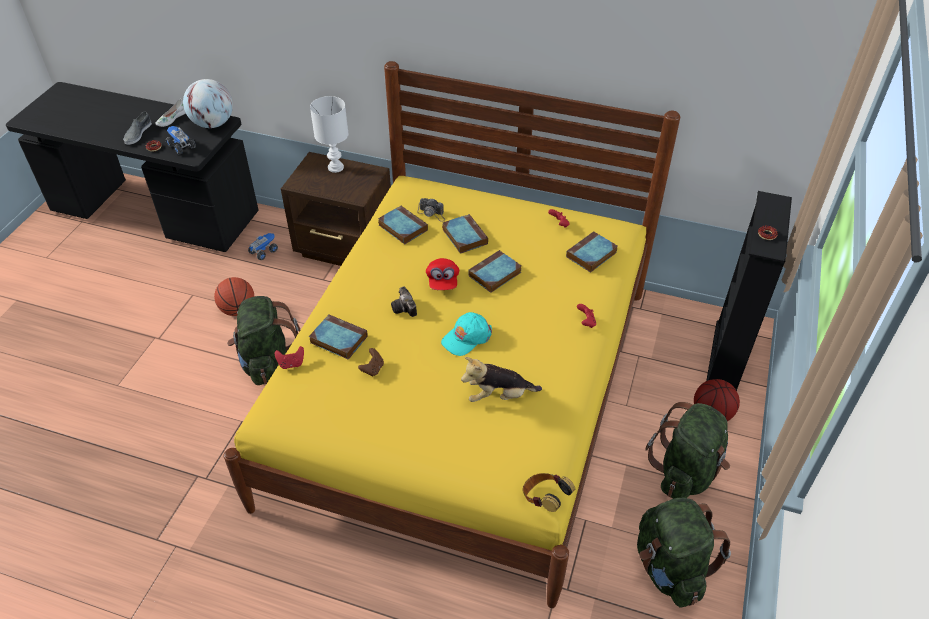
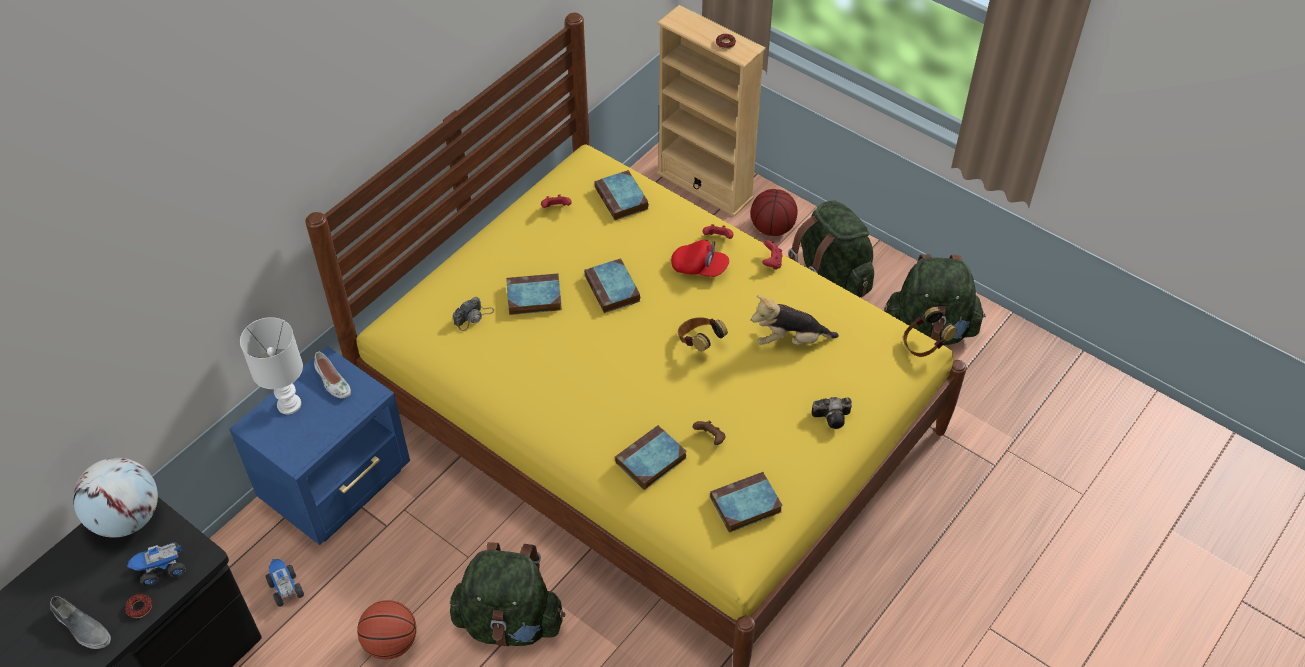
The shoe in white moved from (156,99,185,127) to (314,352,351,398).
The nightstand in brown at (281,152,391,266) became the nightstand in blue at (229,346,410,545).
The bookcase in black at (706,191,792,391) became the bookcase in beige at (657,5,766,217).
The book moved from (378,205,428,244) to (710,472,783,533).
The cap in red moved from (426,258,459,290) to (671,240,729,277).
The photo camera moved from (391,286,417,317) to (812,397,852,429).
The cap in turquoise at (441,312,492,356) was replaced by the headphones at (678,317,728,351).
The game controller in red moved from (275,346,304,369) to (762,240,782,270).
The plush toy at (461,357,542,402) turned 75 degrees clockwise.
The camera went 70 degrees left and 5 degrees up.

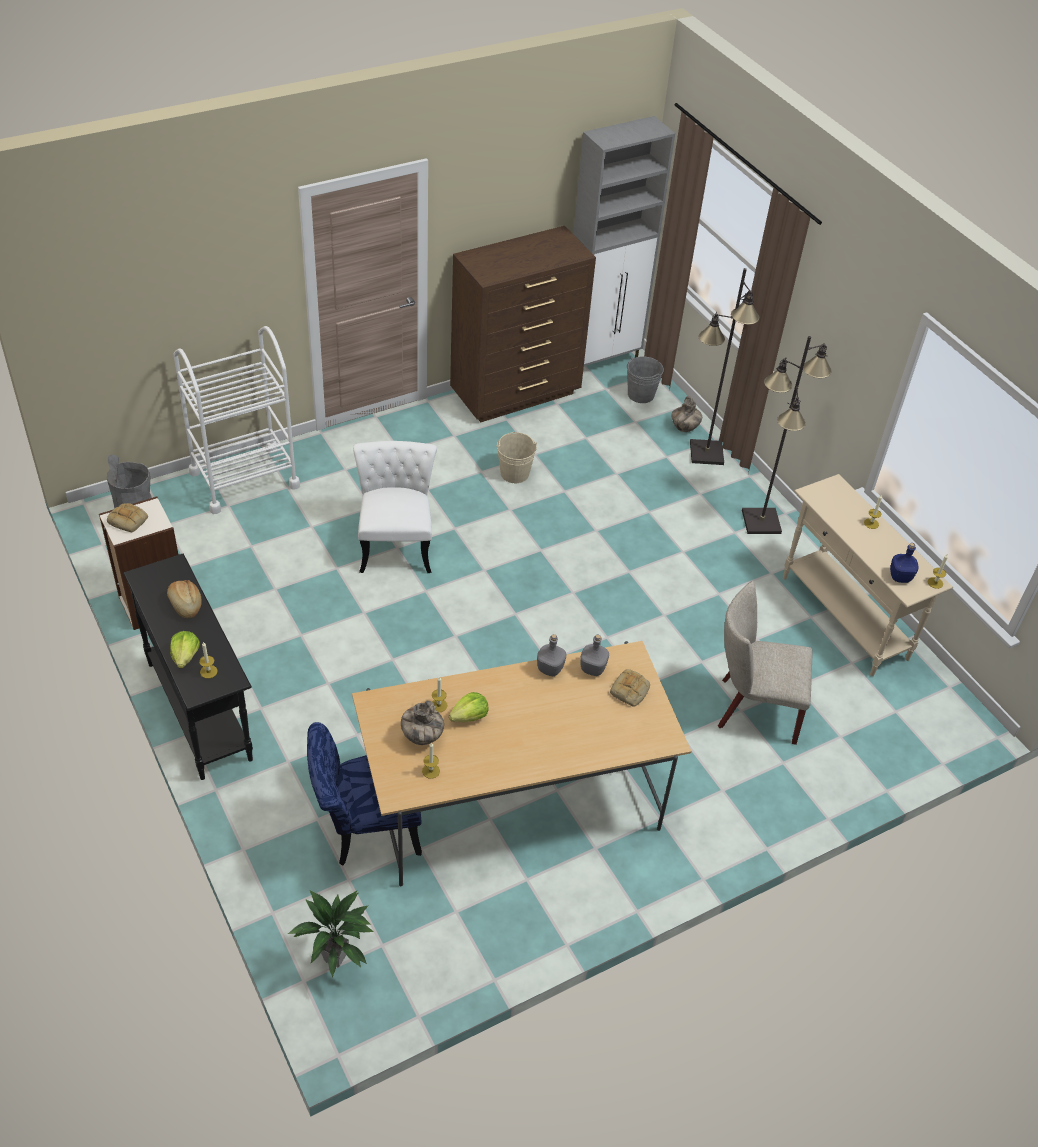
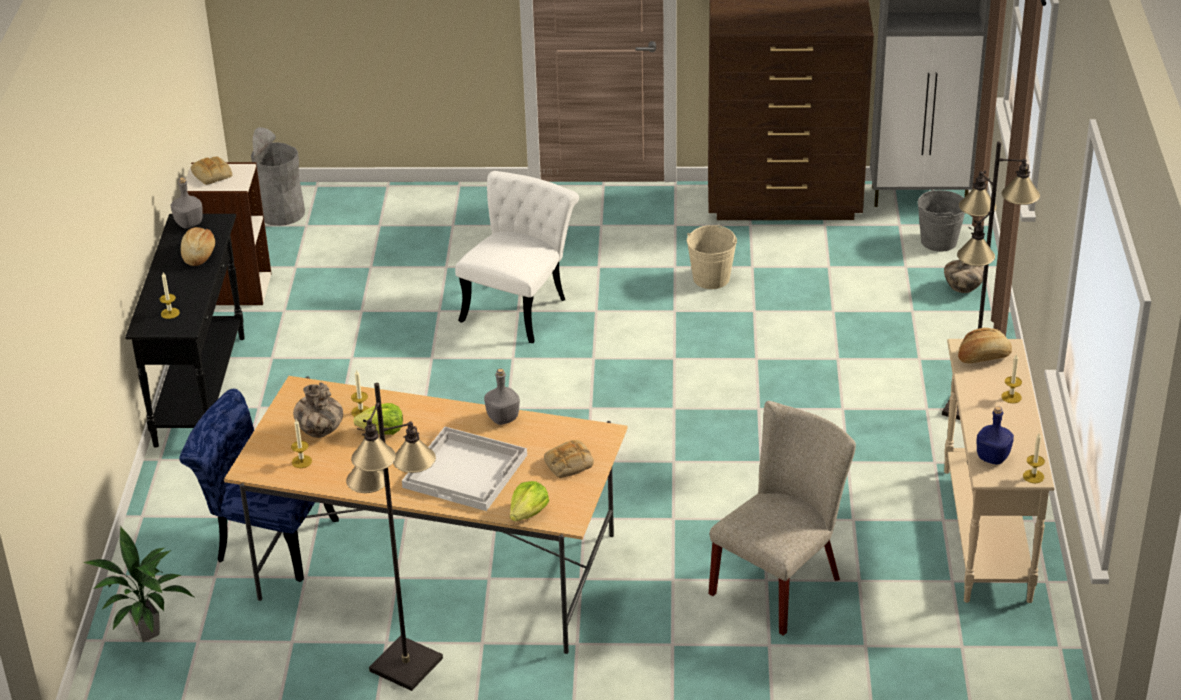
The floor lamp in black moved from (690,268,759,465) to (346,383,443,691).
The cart in white at (173,326,300,514) disappeared.
The chair in beige at (718,581,813,745) turned 90 degrees clockwise.
The lettuce moved from (170,631,200,668) to (510,481,549,522).
The bottle in grey moved from (580,634,609,676) to (170,177,203,229).
The bread at (958,328,1012,363) appeared.
The tray in white at (402,427,527,511) appeared.
The camera went 35 degrees right and 10 degrees down.

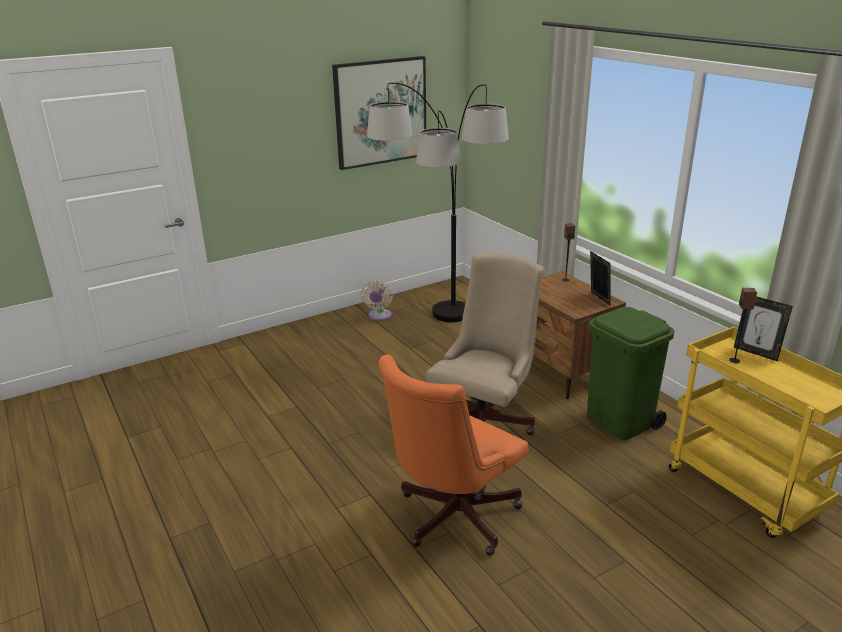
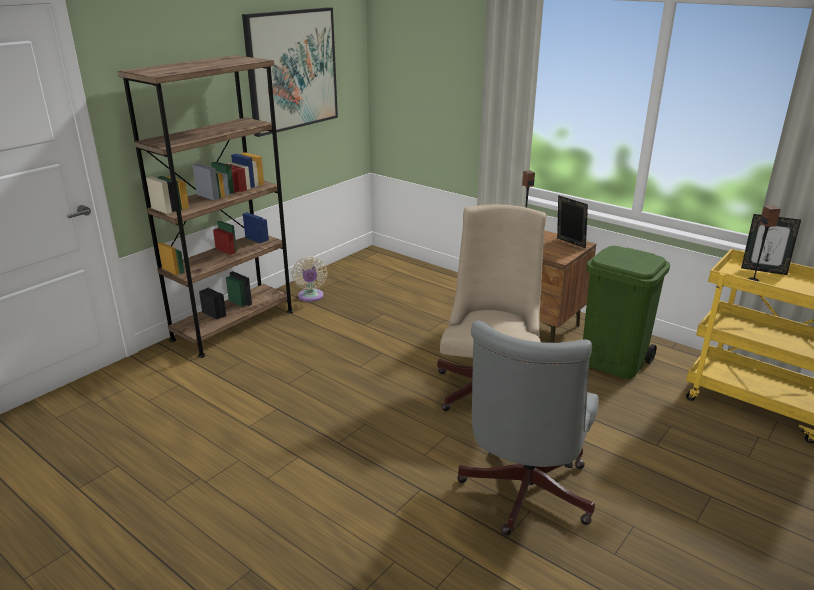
The floor lamp at (367,83,509,322) disappeared.
The office chair in orange at (378,355,528,556) became the office chair in grey at (457,320,599,535).
The bookcase in brown at (118,55,293,358) appeared.
The camera went 20 degrees left and 0 degrees up.

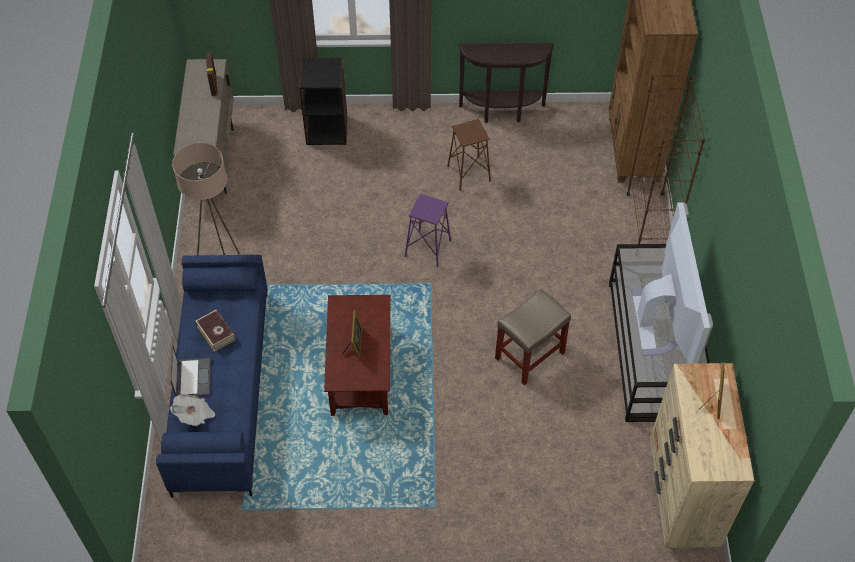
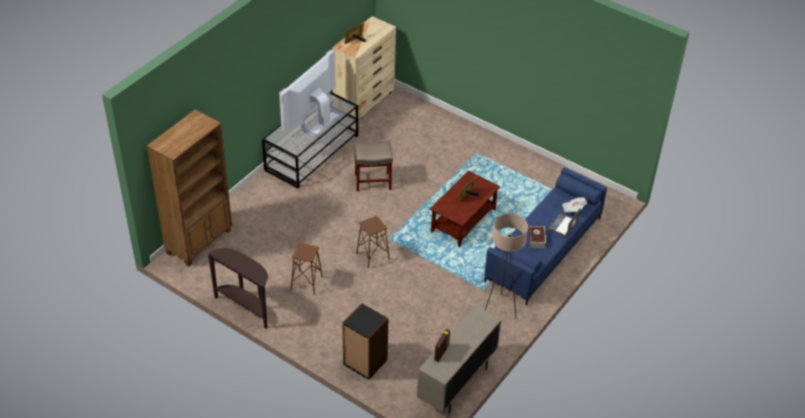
The bookcase in brown at (627,74,705,244) disappeared.
The stool in purple at (405,194,451,267) became the stool in brown at (356,215,390,269).
The camera went 145 degrees left and 10 degrees down.

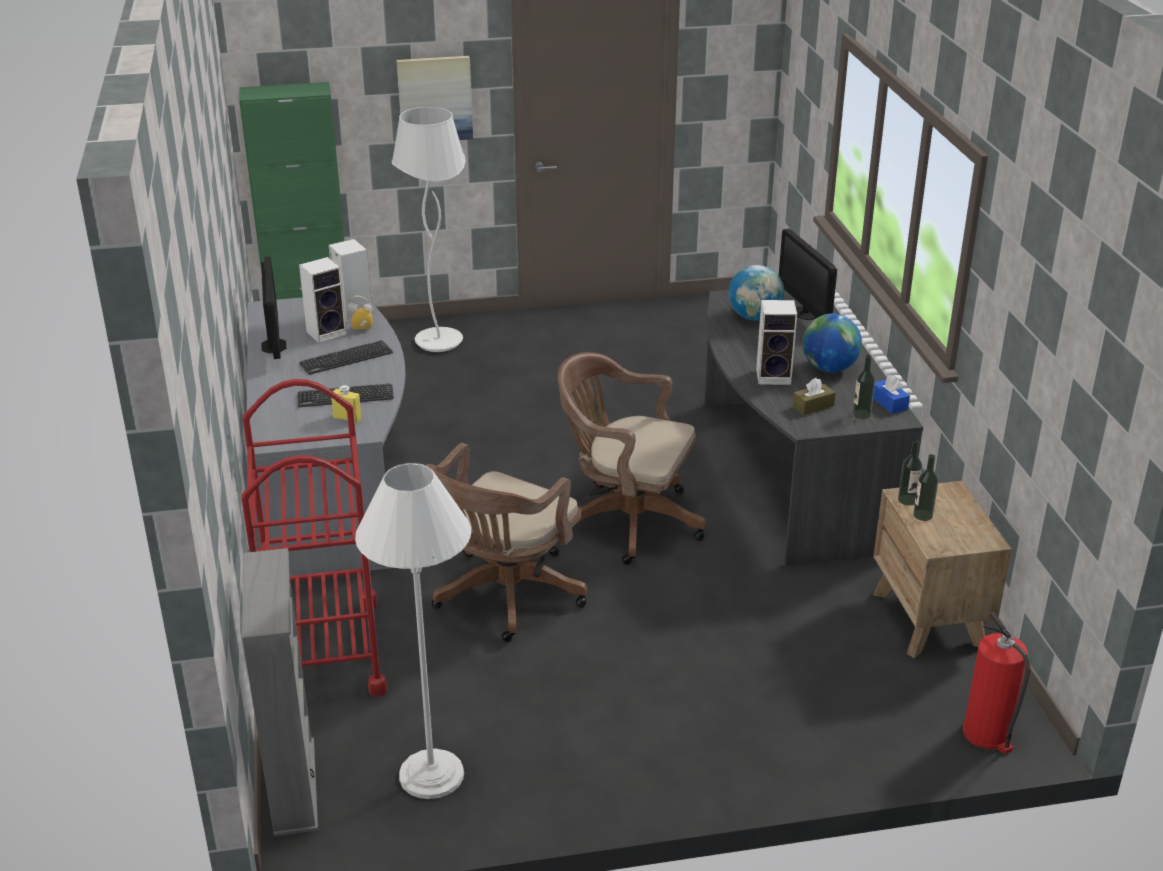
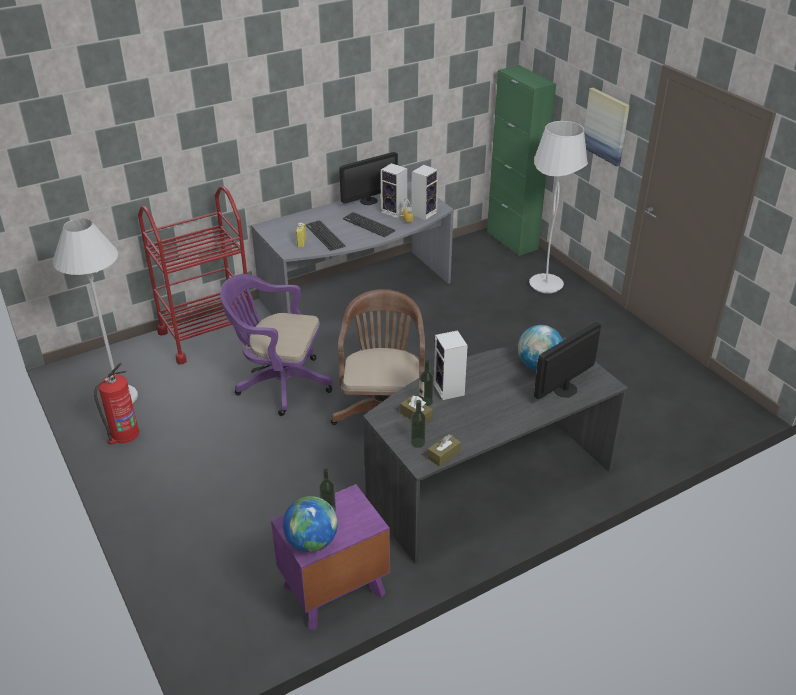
The globe moved from (803,314,862,372) to (283,496,338,552).
The tissue box in blue at (873,375,910,414) became the tissue box in brown at (428,434,461,467).
The bottle moved from (898,440,922,506) to (419,360,434,406).
The office chair in brown at (426,443,587,642) became the office chair in purple at (220,274,333,416).
The nightstand in brown at (873,481,1012,658) became the nightstand in purple at (271,484,390,630).
The bookcase in grey at (242,548,318,836) disappeared.
The fire extinguisher moved from (963,612,1030,754) to (94,363,139,445).
The camera went 70 degrees right and 5 degrees up.

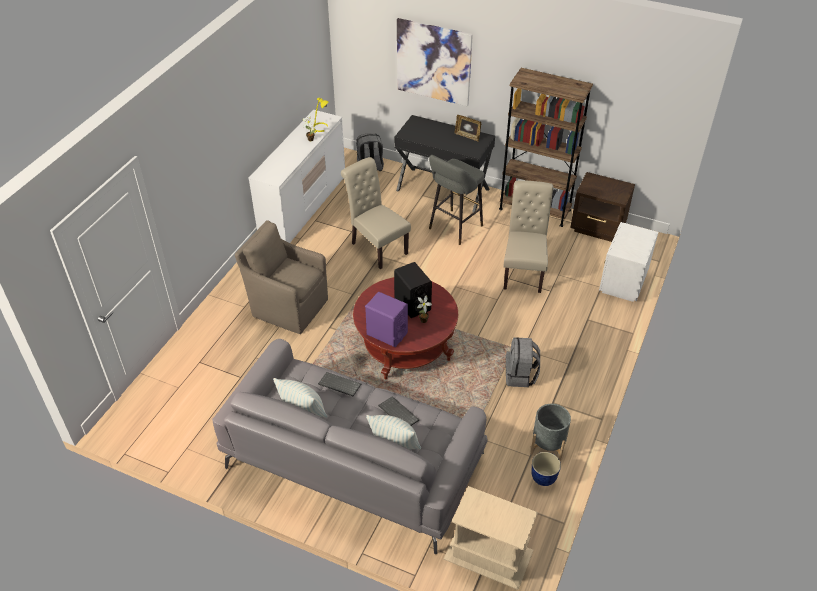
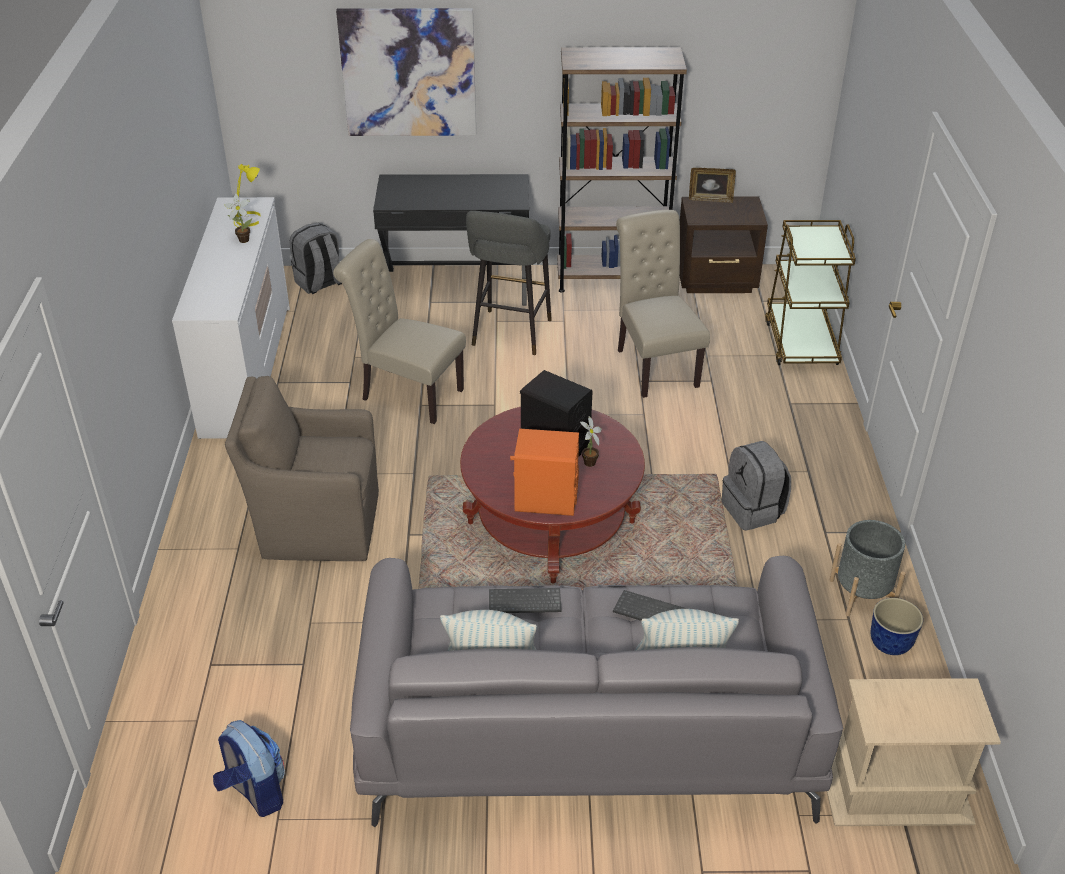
The picture frame moved from (454,115,481,141) to (689,168,736,203).
The nightstand in white at (599,222,658,302) was replaced by the cart in brown at (765,220,856,365).
The speaker in purple at (365,292,408,347) became the speaker in orange at (510,429,579,516).
The backpack at (213,720,285,817) appeared.
The camera went 25 degrees left and 5 degrees down.

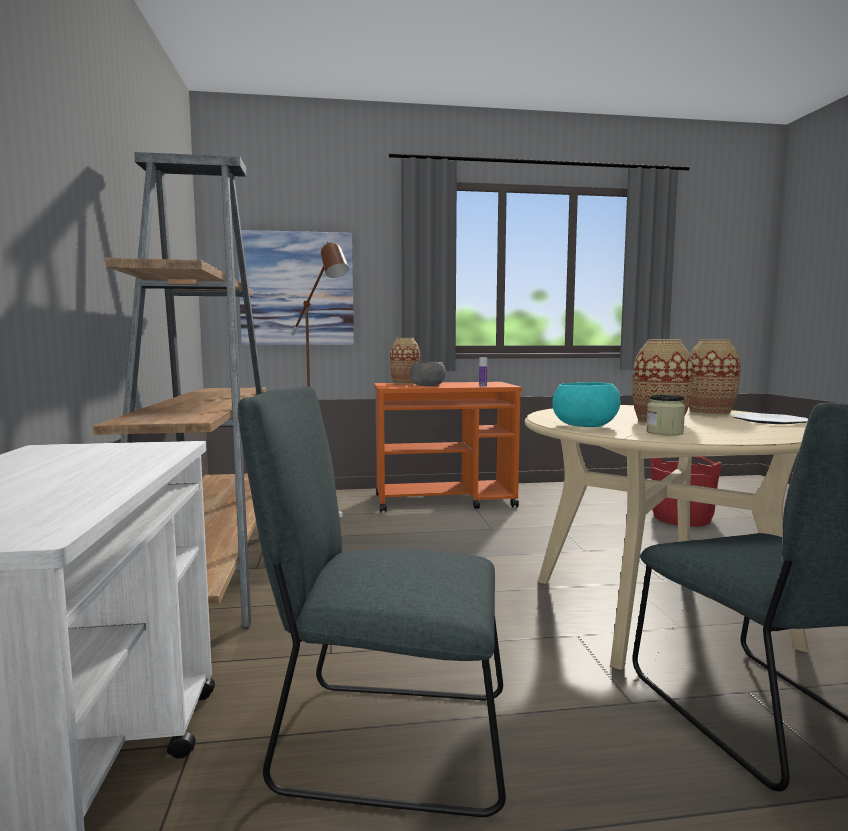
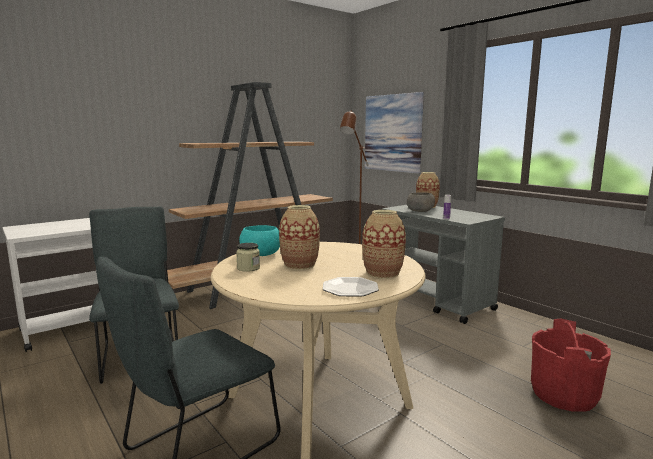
The cart in orange at (374,382,522,513) became the cart in grey at (382,205,505,324).
The camera went 60 degrees right and 5 degrees up.

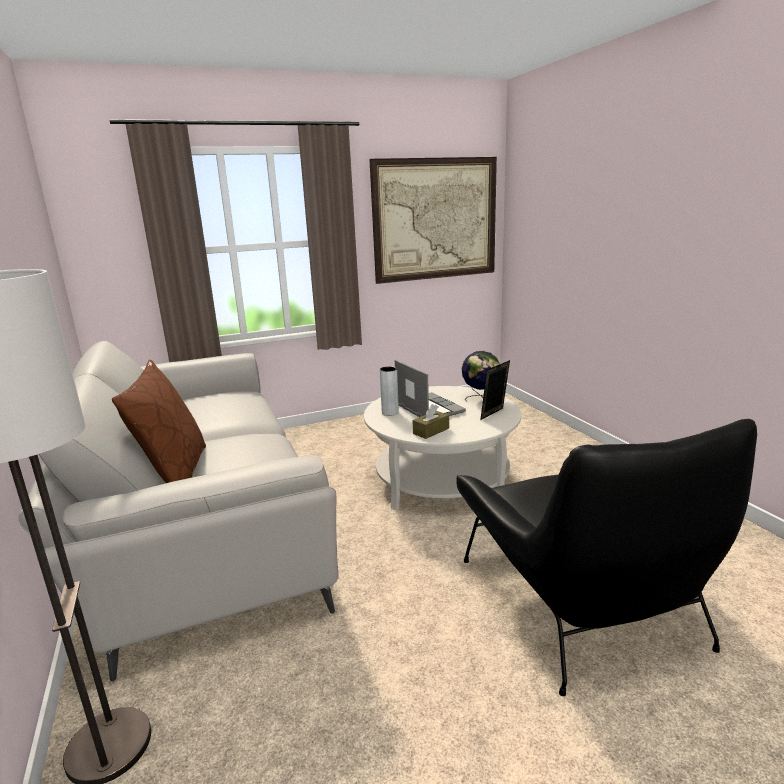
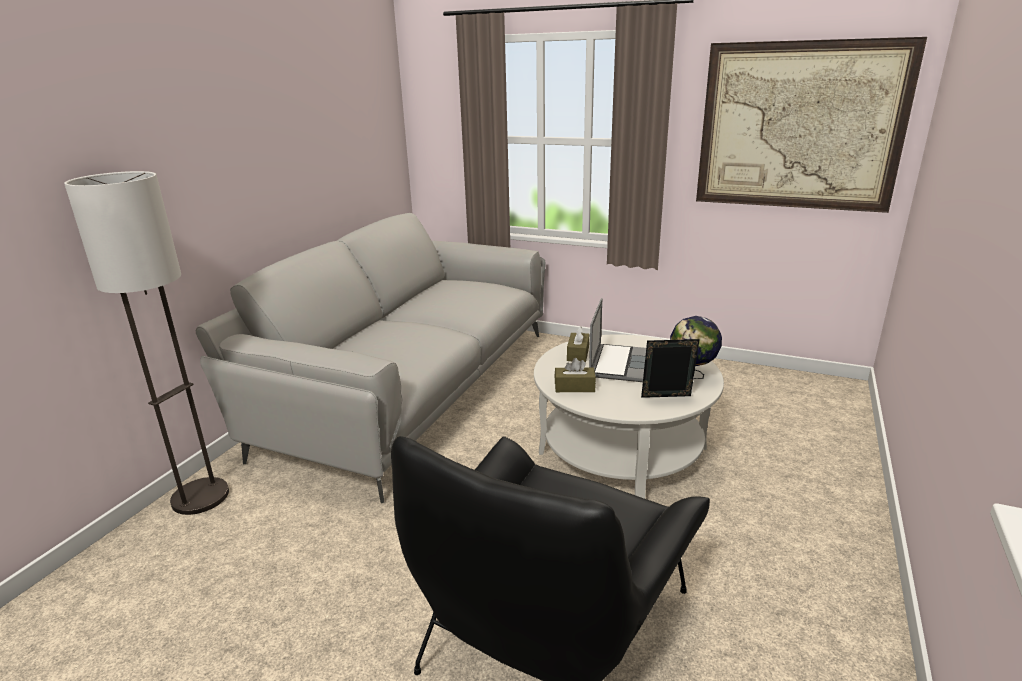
The pillow in brown at (112,360,206,483) disappeared.
The vase in grey at (380,366,399,416) was replaced by the tissue box in brown at (567,326,589,362).
The camera went 45 degrees right and 5 degrees up.

